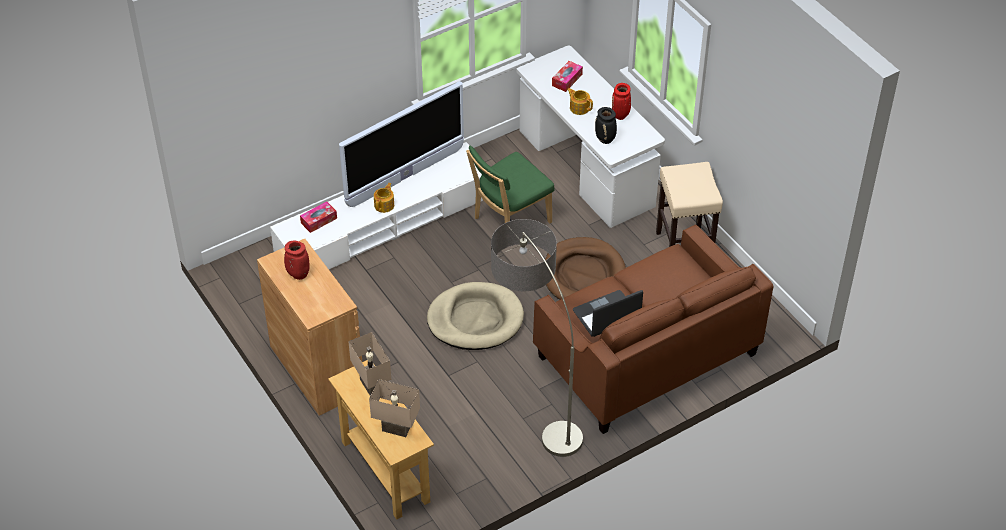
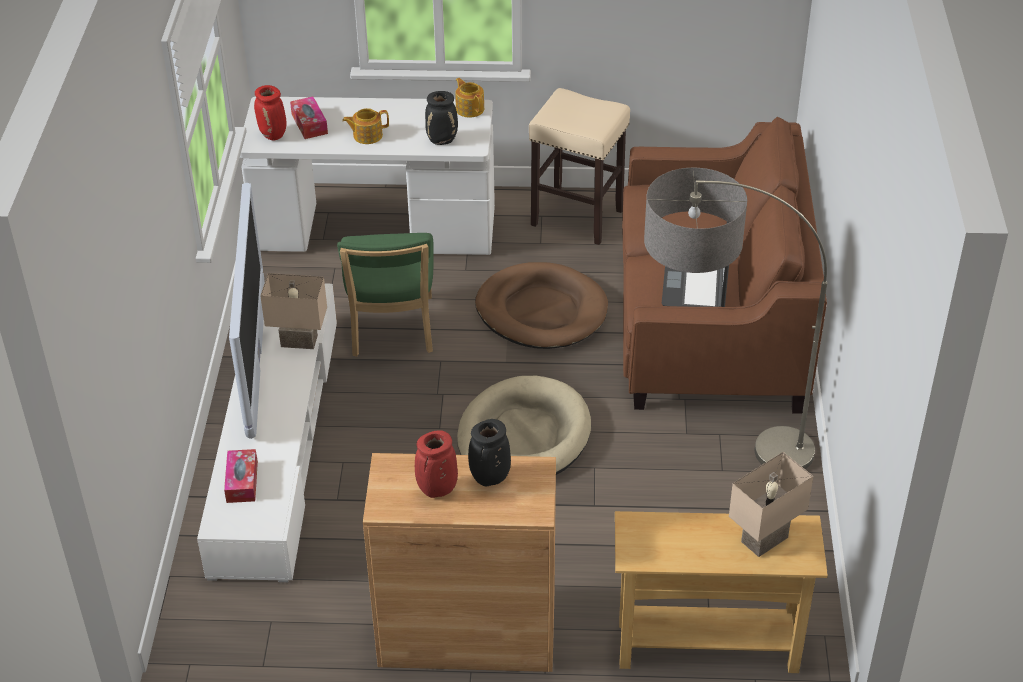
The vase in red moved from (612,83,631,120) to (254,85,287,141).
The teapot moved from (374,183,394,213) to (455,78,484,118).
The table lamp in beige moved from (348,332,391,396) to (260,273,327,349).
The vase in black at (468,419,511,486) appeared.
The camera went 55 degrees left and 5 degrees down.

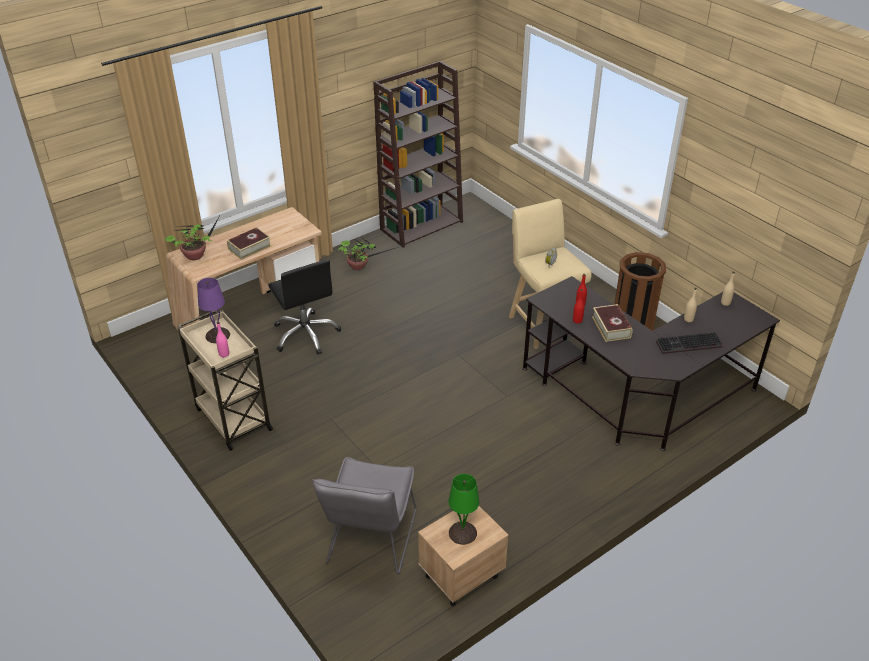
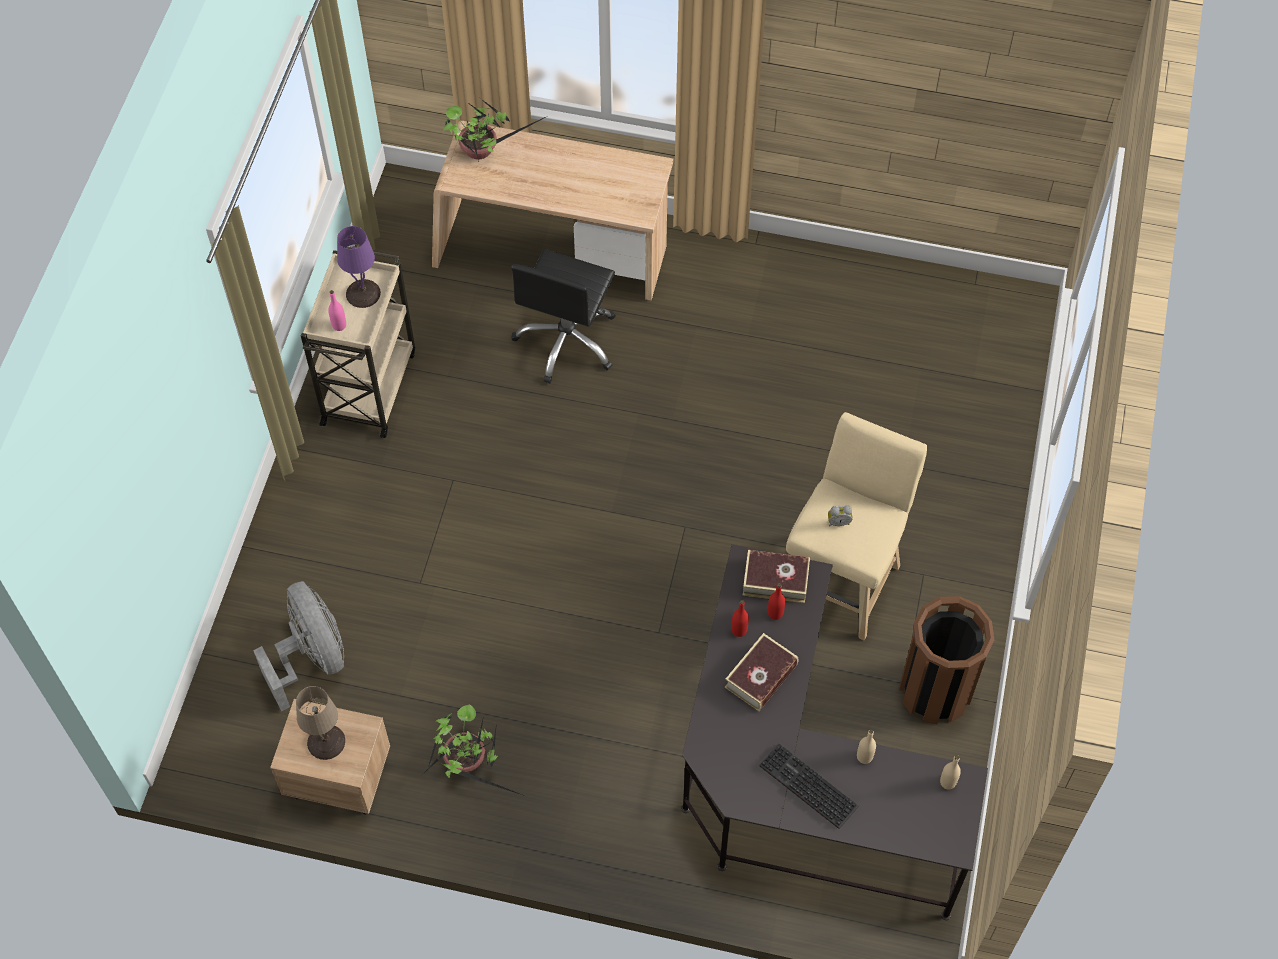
The bookcase in brown at (373,61,463,248) disappeared.
The book moved from (227,227,271,260) to (743,550,810,603).
The potted plant moved from (338,238,398,270) to (421,704,522,795).
The chair in grey at (312,457,417,575) was replaced by the fan in grey at (253,581,344,711).
The table lamp in green at (448,474,479,545) became the table lamp in beige at (296,686,345,760).
The camera went 50 degrees right and 20 degrees up.

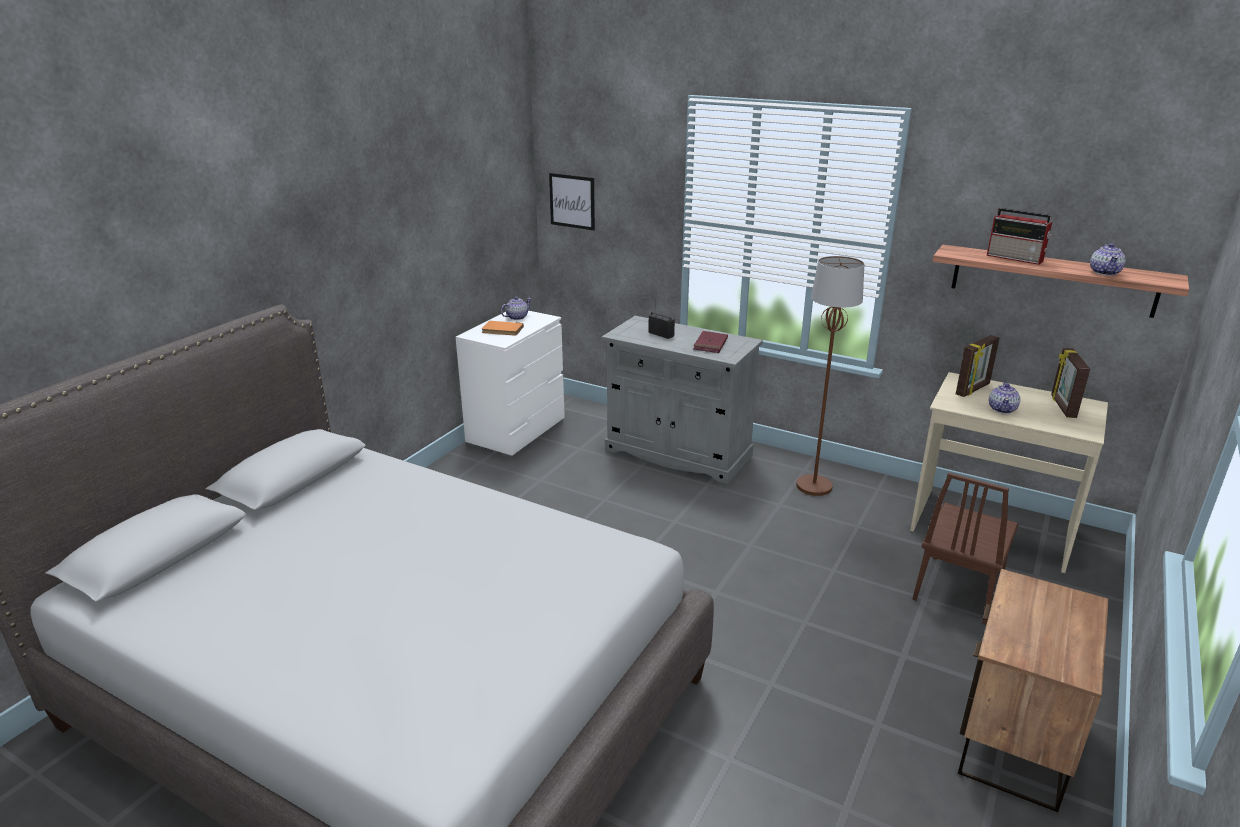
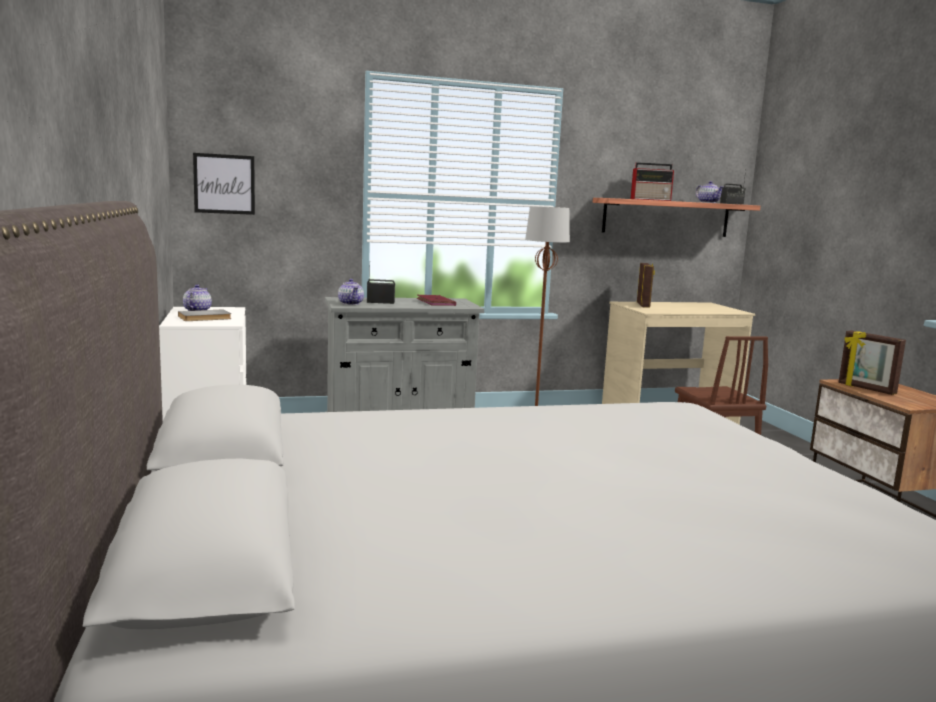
The book in orange at (482,321,524,336) became the book in grey at (178,309,231,321).
The picture frame moved from (1051,348,1090,418) to (839,330,906,395).
The teapot moved from (988,382,1020,414) to (338,279,364,305).
The radio at (720,171,746,205) appeared.
The camera went 45 degrees left and 15 degrees down.

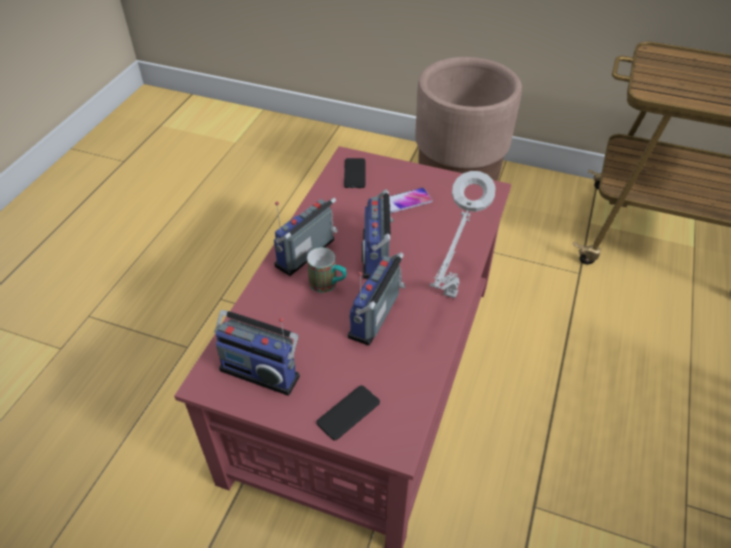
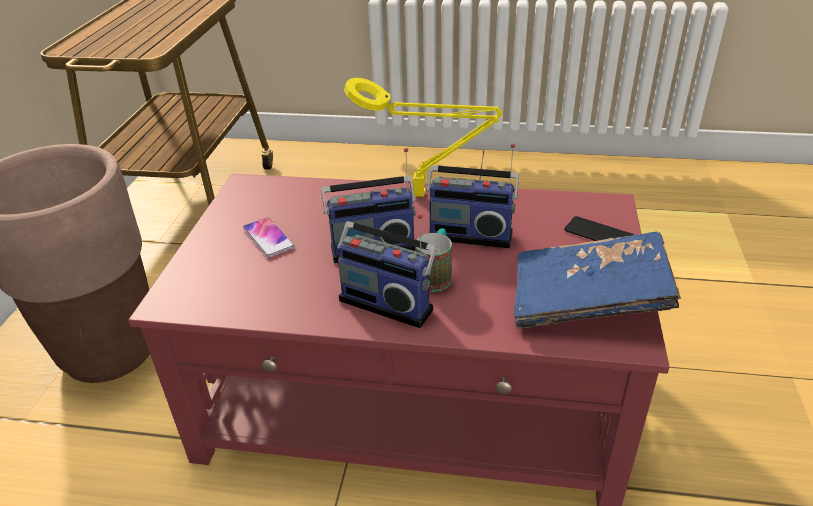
The phone at (344,158,365,188) disappeared.
The table lamp in grey at (429,171,496,298) became the table lamp in yellow at (344,78,502,197).
The radio at (214,310,300,396) was replaced by the book in blue at (514,232,681,329).
The camera went 100 degrees left and 10 degrees down.

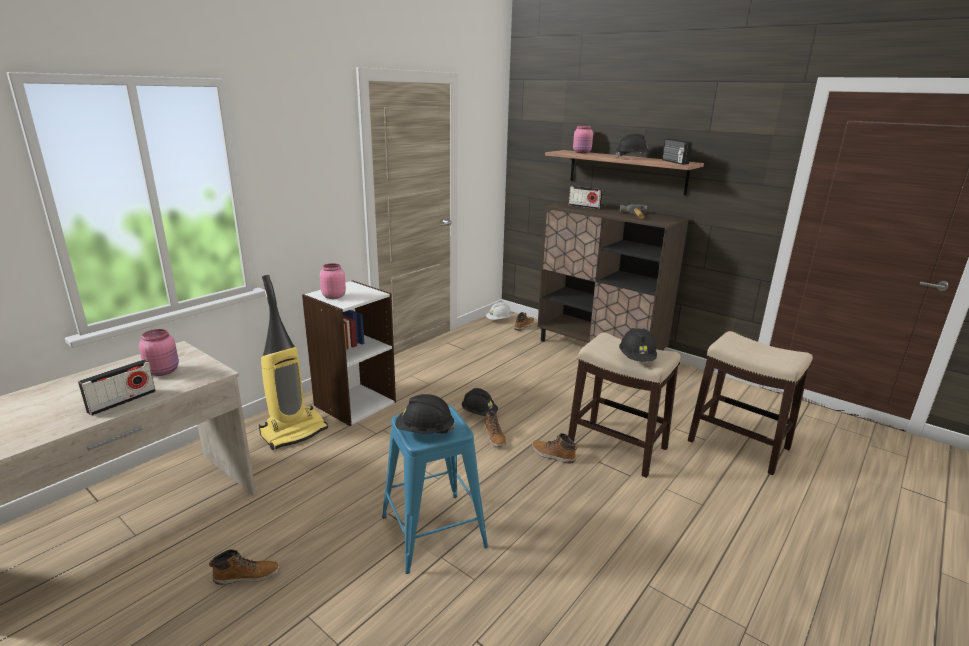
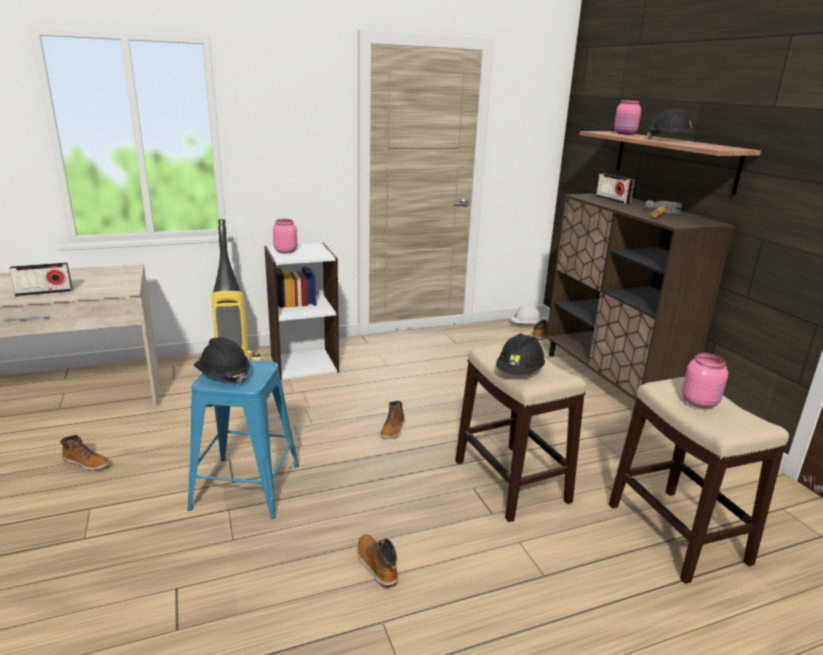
The radio at (662,139,692,165) disappeared.
The jar in pink moved from (139,329,179,376) to (682,353,728,408).
The hard hat in black at (462,388,498,416) disappeared.
The boot moved from (532,433,577,464) to (357,534,398,588).
The camera went 30 degrees right and 0 degrees up.

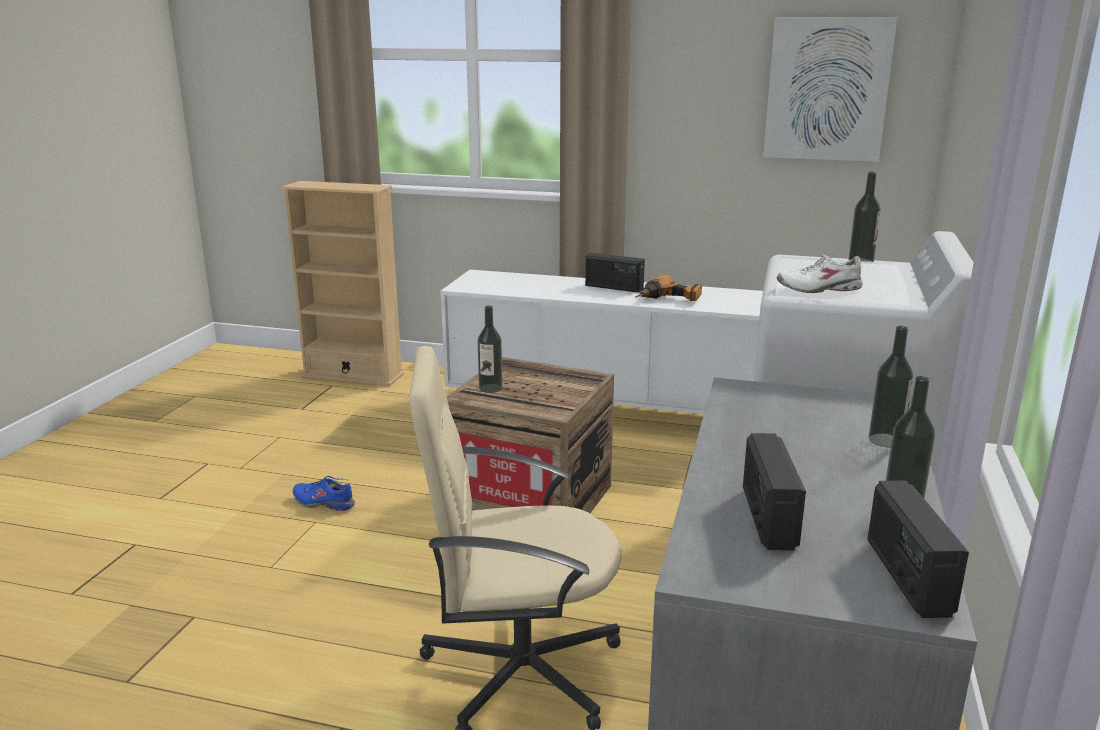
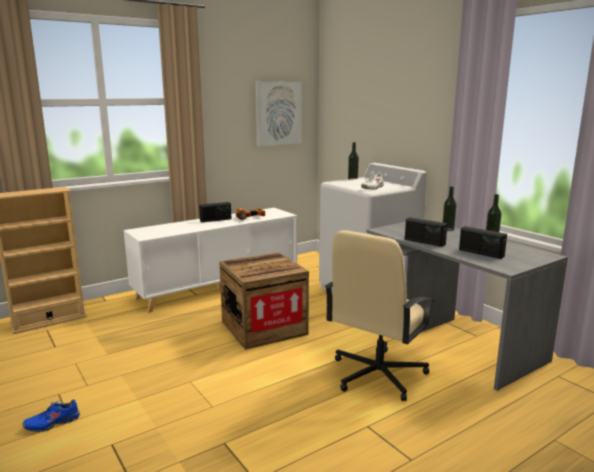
The bottle at (478,306,502,393) disappeared.
The shoe in blue moved from (293,476,355,511) to (23,399,80,432).
The radio moved from (867,480,969,618) to (405,217,448,247).
The camera went 50 degrees left and 5 degrees down.

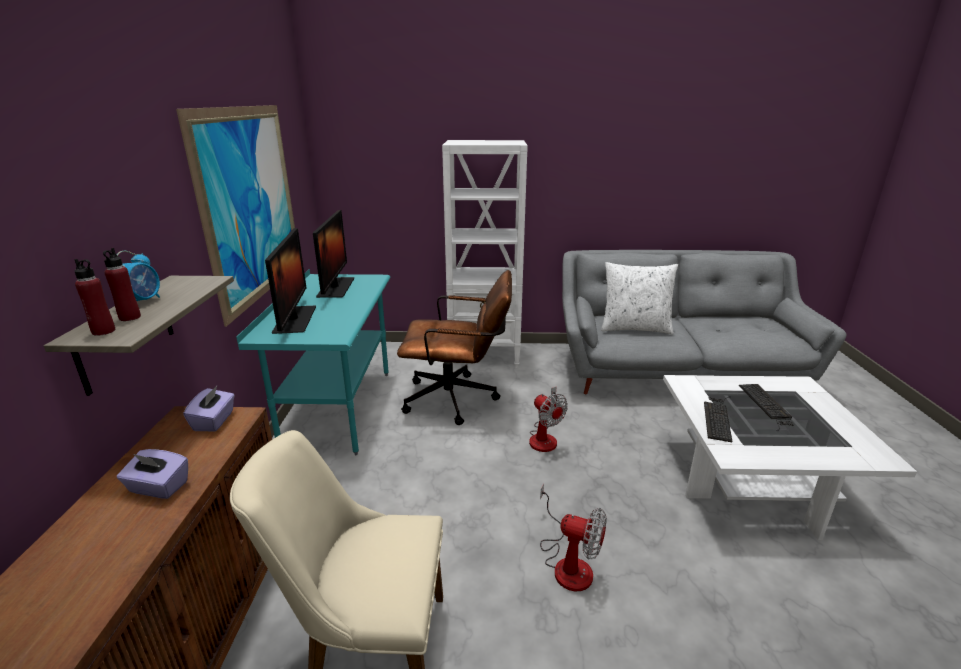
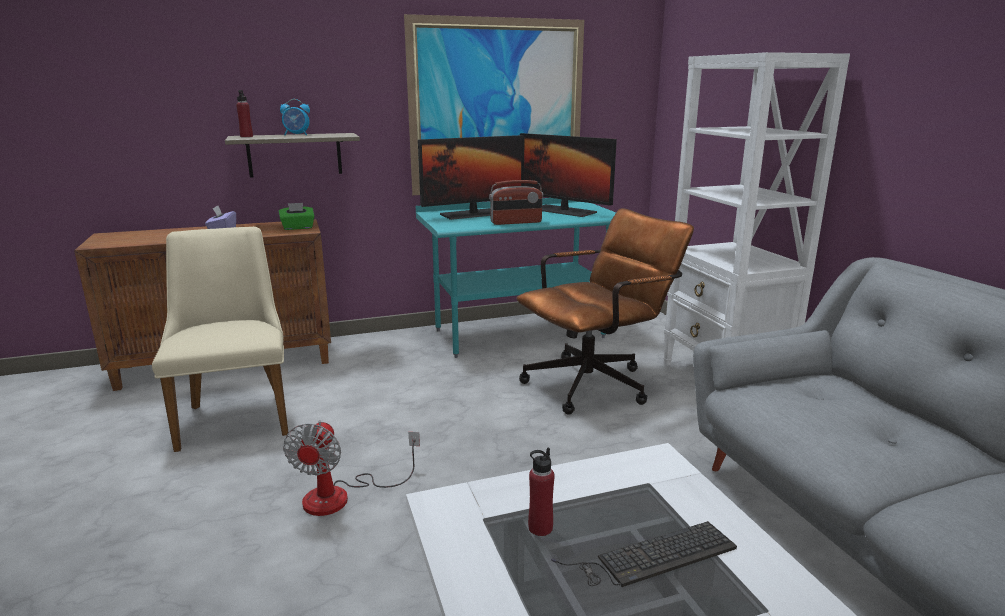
The monitor at (313,210,354,298) turned 60 degrees clockwise.
The bottle in red moved from (103,248,141,321) to (528,447,555,536).
The pillow in white at (601,262,678,335) disappeared.
The office chair in brown at (397,270,512,425) turned 105 degrees counterclockwise.
The tissue box in purple at (183,386,235,431) became the tissue box in green at (279,203,314,230).
The fan at (529,387,568,452) disappeared.
The keyboard at (704,396,733,442) disappeared.
The radio at (489,180,543,225) appeared.
The camera went 70 degrees right and 5 degrees down.

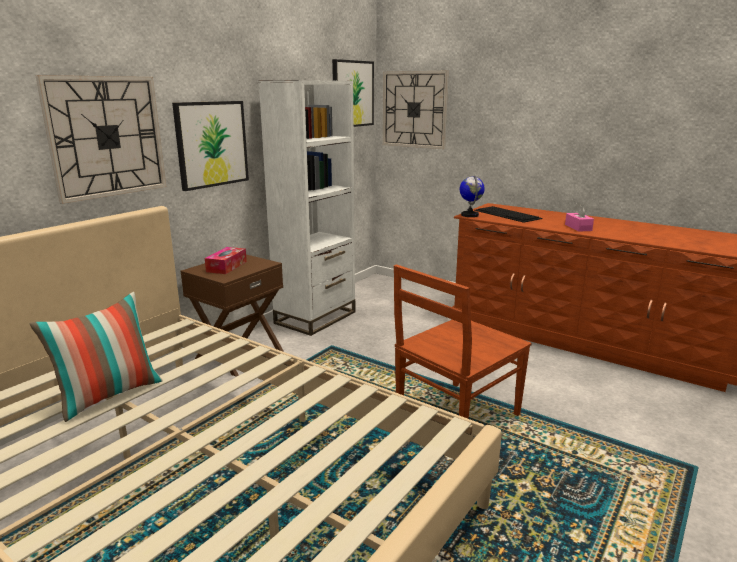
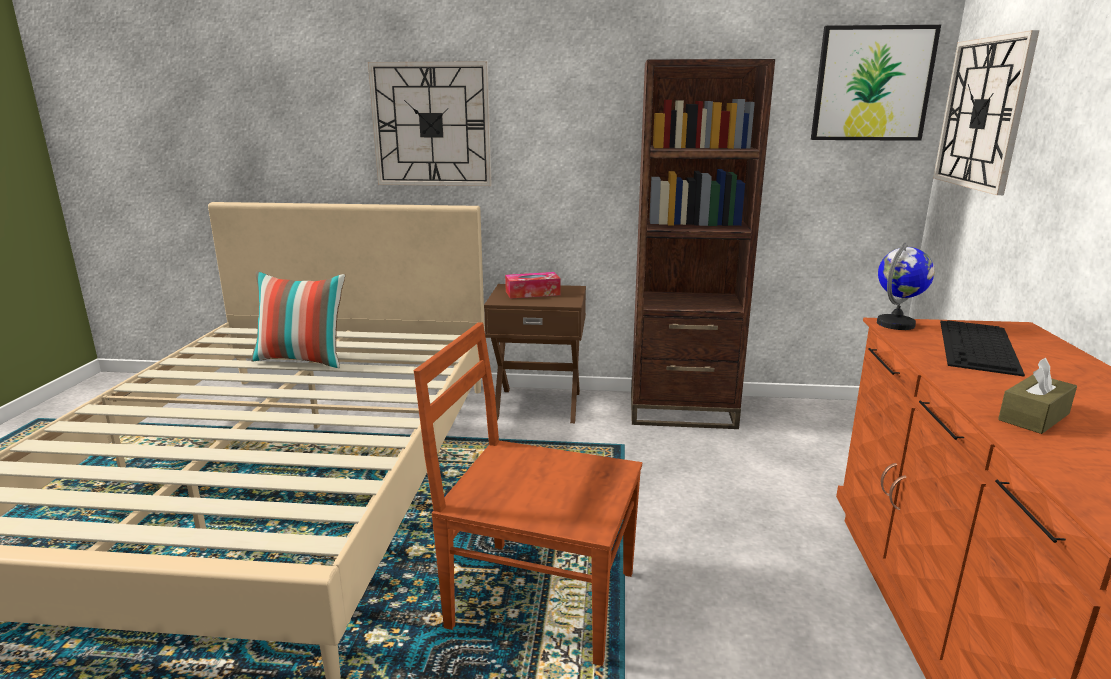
The bookcase in white at (259,80,355,336) became the bookcase in brown at (631,59,775,429).
The picture at (172,101,249,191) disappeared.
The tissue box in pink at (565,204,594,232) became the tissue box in brown at (998,358,1077,434).
The camera went 60 degrees right and 0 degrees up.

